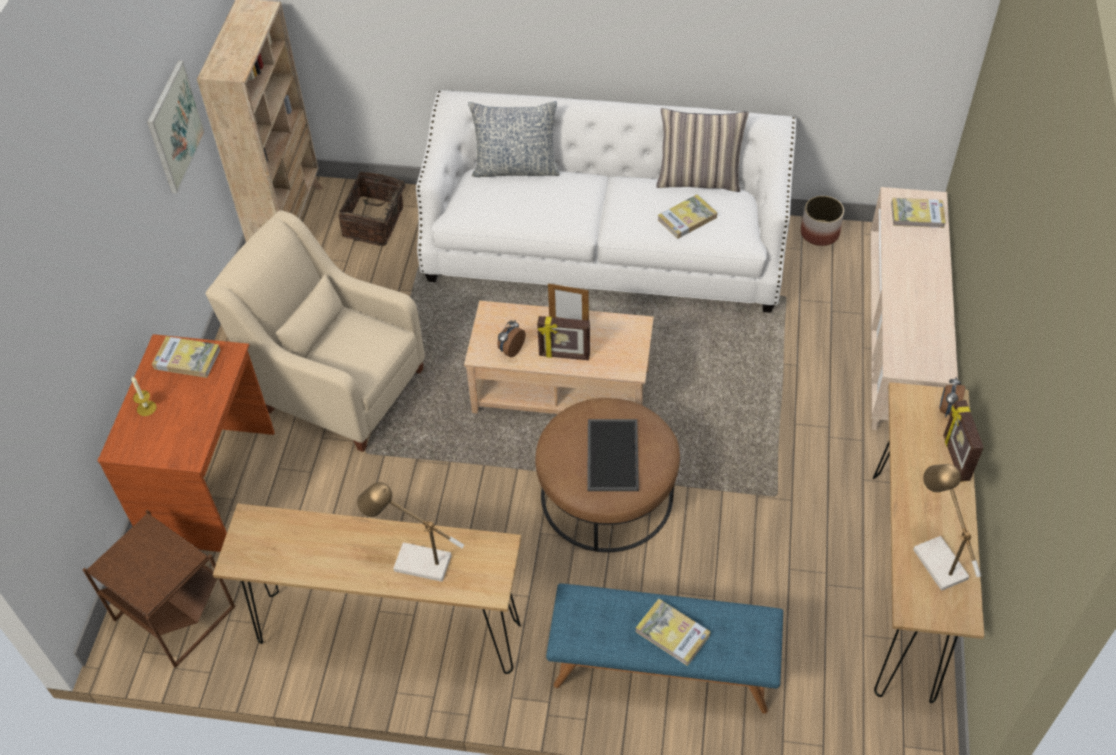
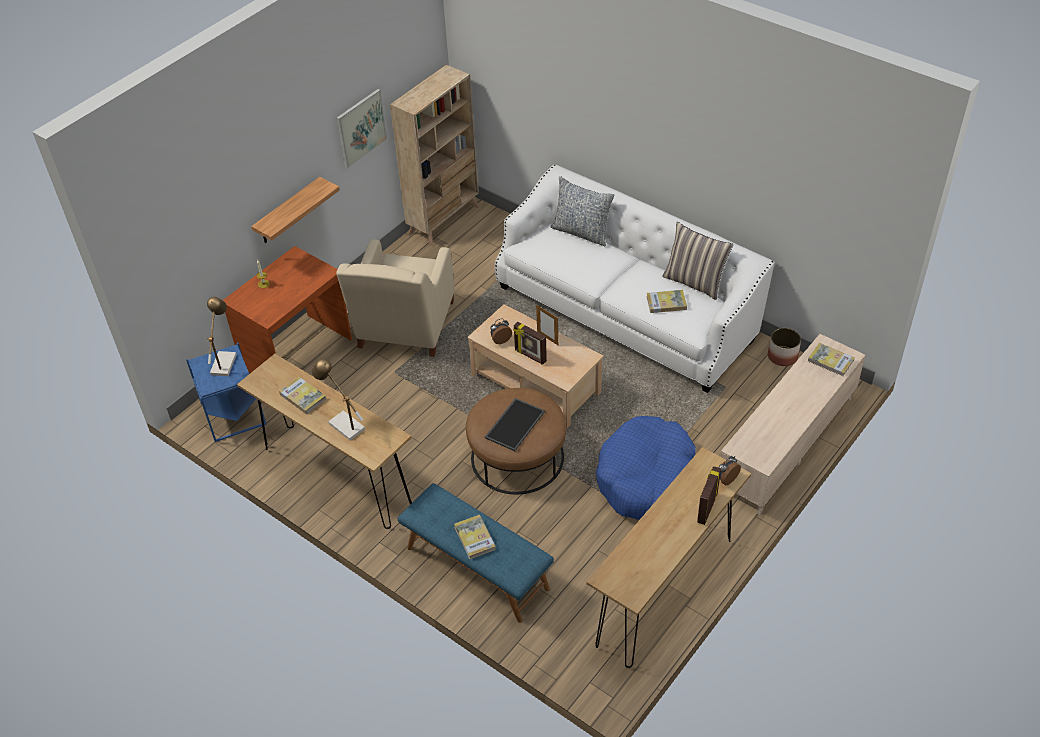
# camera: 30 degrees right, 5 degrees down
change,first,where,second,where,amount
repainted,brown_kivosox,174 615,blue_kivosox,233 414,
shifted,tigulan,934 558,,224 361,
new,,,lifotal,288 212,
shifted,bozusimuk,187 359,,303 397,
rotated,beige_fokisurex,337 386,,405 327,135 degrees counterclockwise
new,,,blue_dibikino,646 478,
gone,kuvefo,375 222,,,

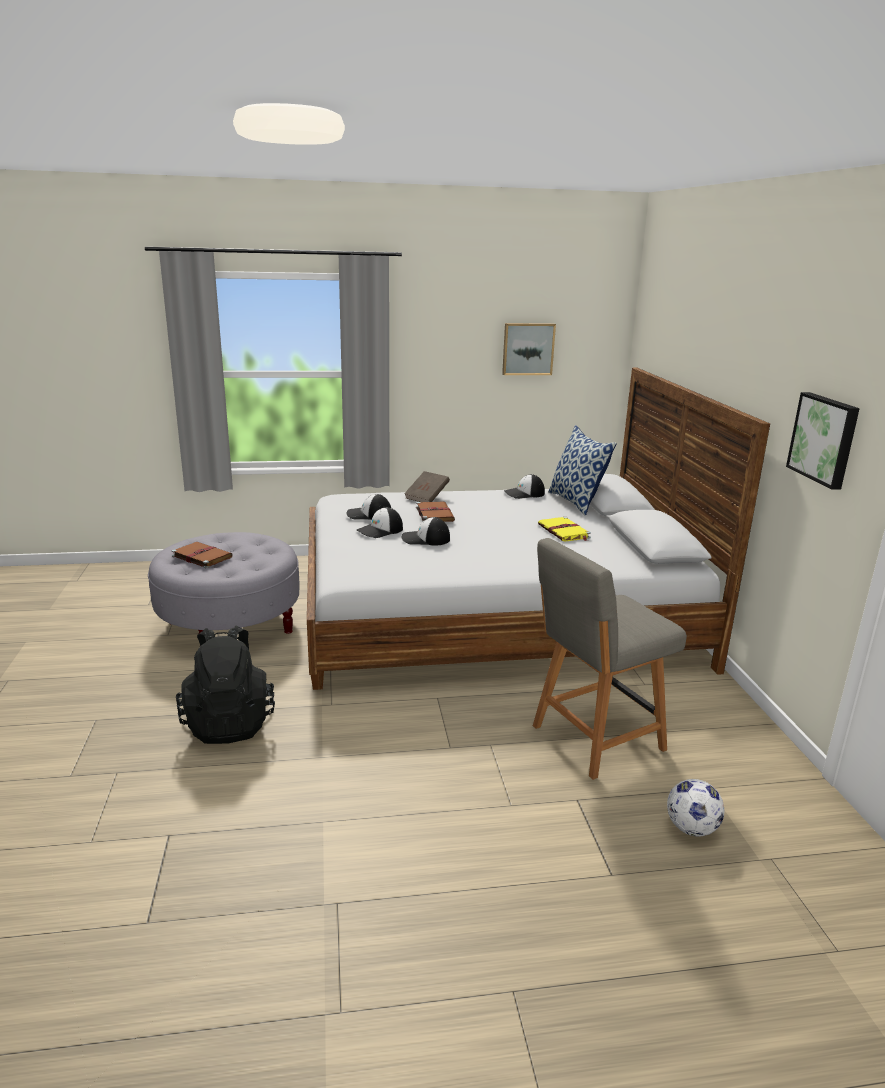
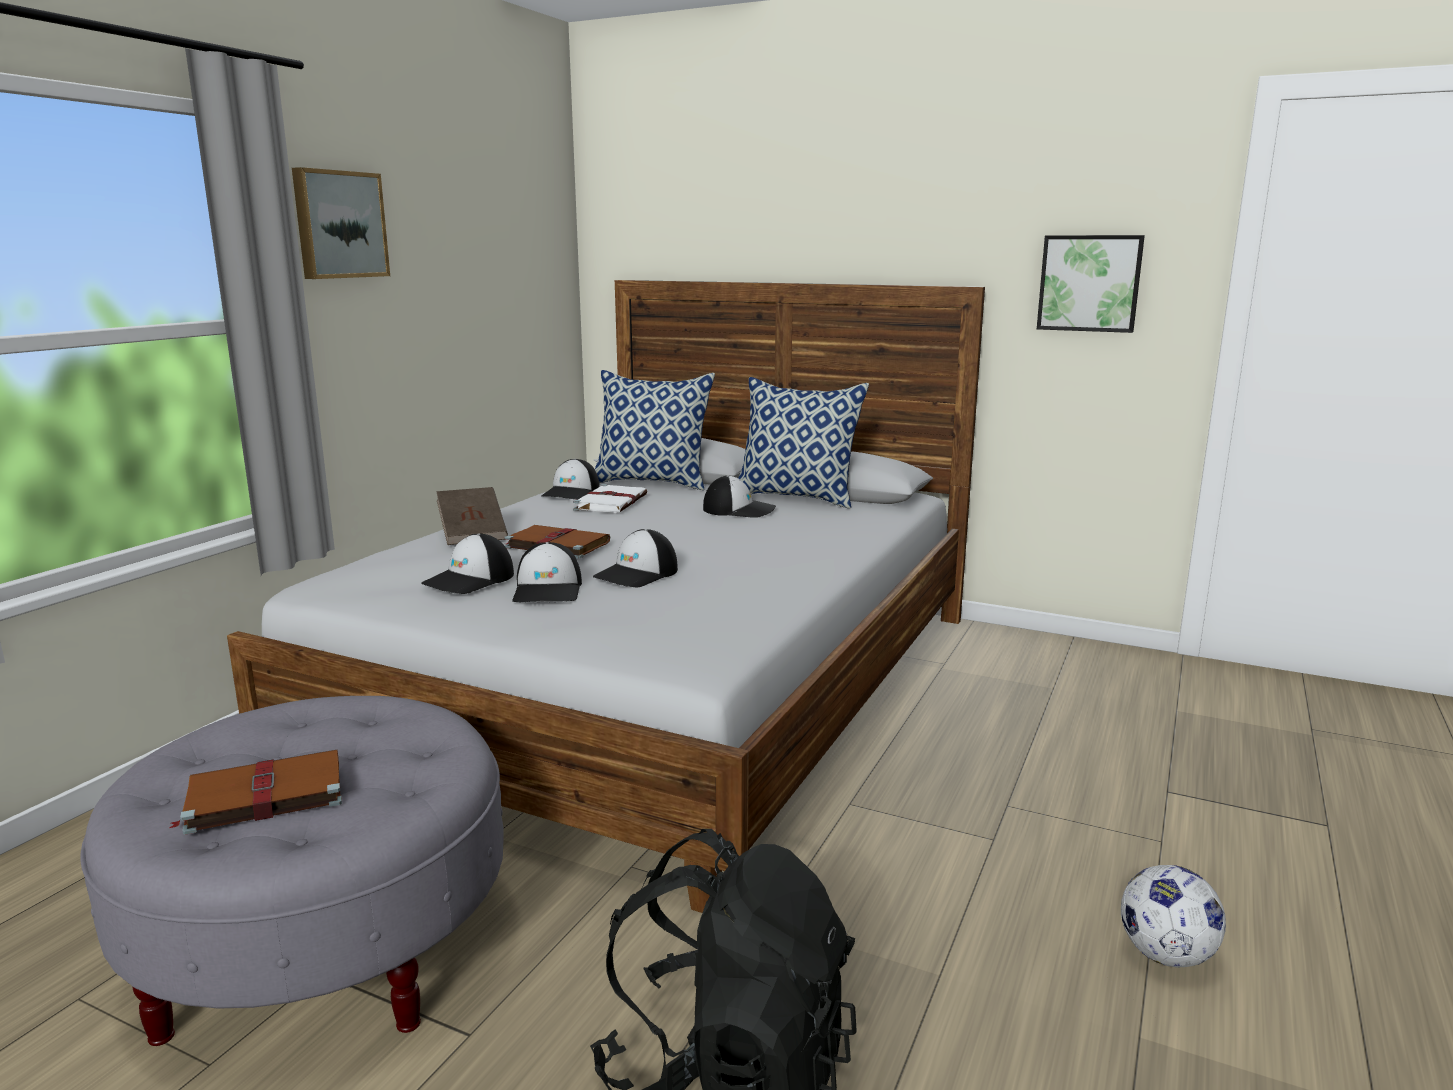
# camera: 55 degrees left, 5 degrees down
change,first,where,second,where,amount
shifted,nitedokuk,528 349,,339 225,
new,,,white_bozusimuk,611 502,
swapped,yellow_bozusimuk,564 532,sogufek,739 510,
new,,,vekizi,797 498,
shifted,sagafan,691 829,,1166 955,
gone,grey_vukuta,594 739,,,

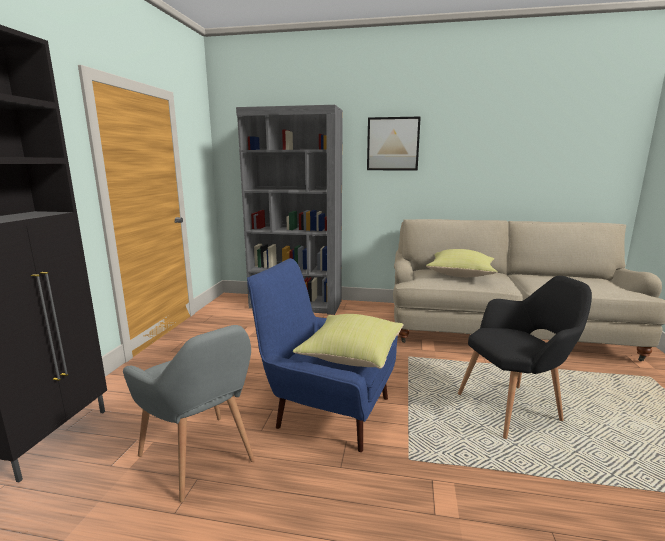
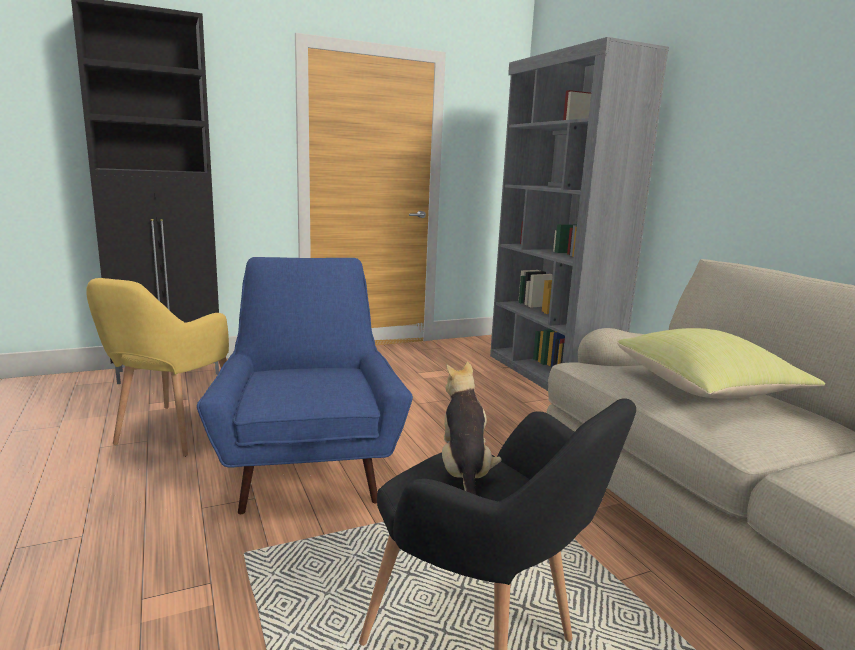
# camera: 55 degrees right, 0 degrees up
change,first,where,second,where,amount
repainted,grey_fokisurex,202 461,yellow_fokisurex,172 434,
new,,,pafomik,464 473,
gone,yellow_vekizi,351 355,,,
gone,nitedokuk,393 144,,,

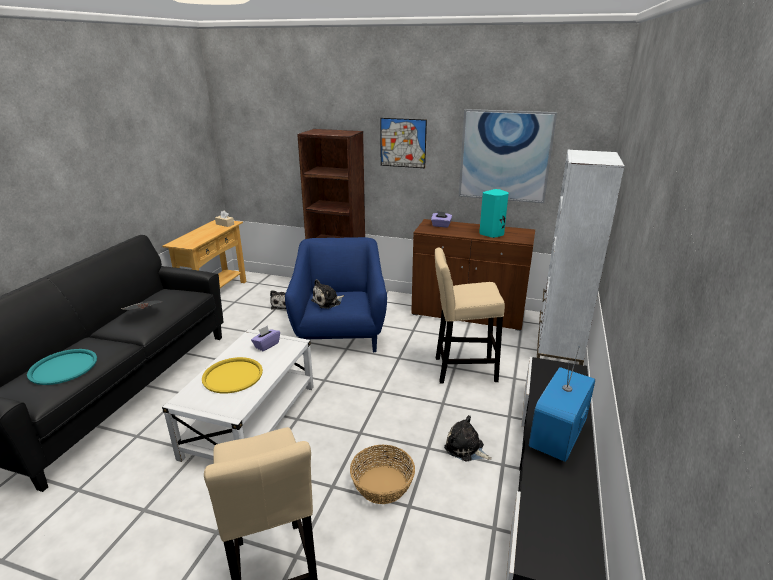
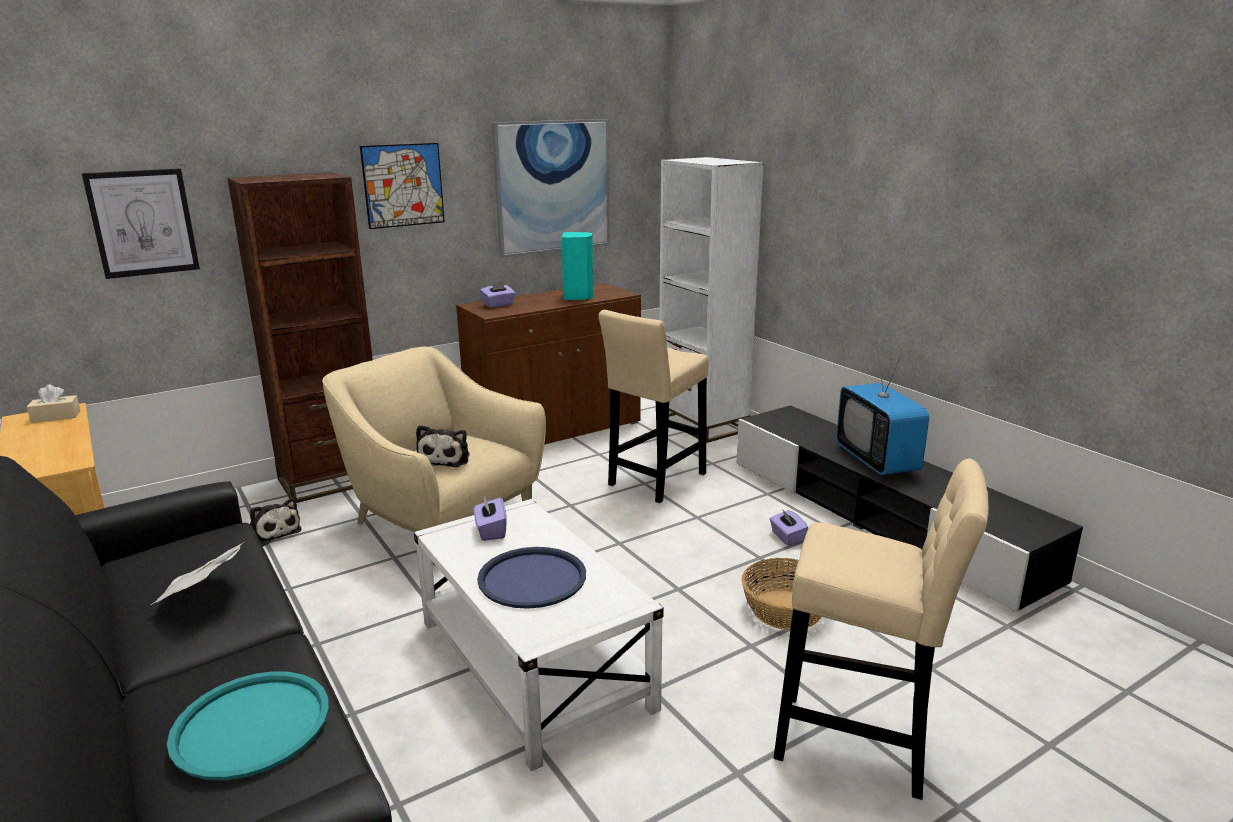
# camera: 50 degrees left, 5 degrees down
change,first,where,second,where,amount
new,,,nitedokuk,143 223,
repainted,blue_fokisurex,340 333,beige_fokisurex,441 519,
repainted,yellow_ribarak,232 376,blue_ribarak,532 579,
swapped,pafomik,466 448,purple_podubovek,787 537,

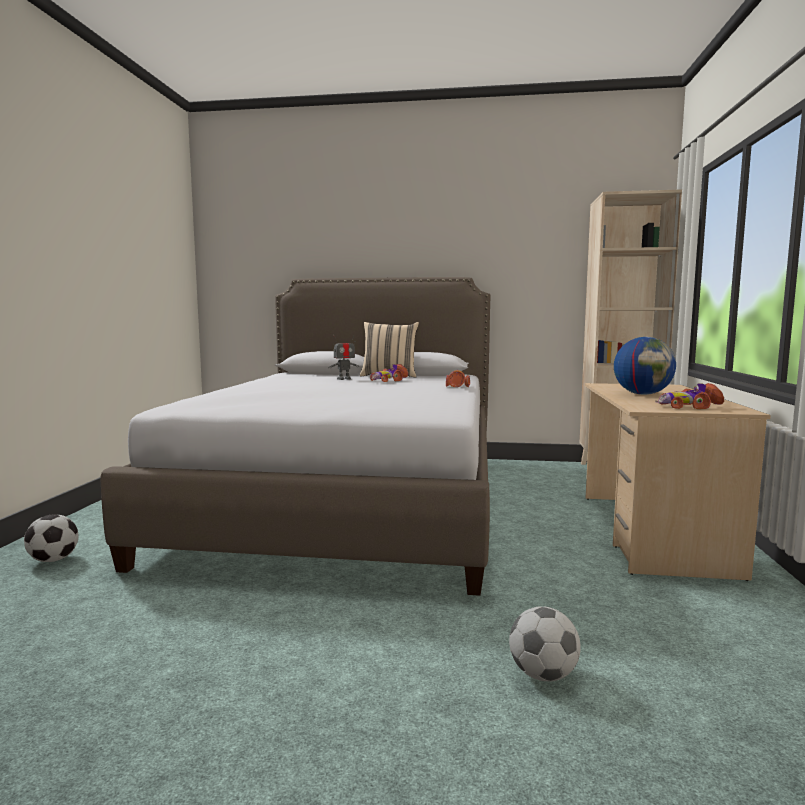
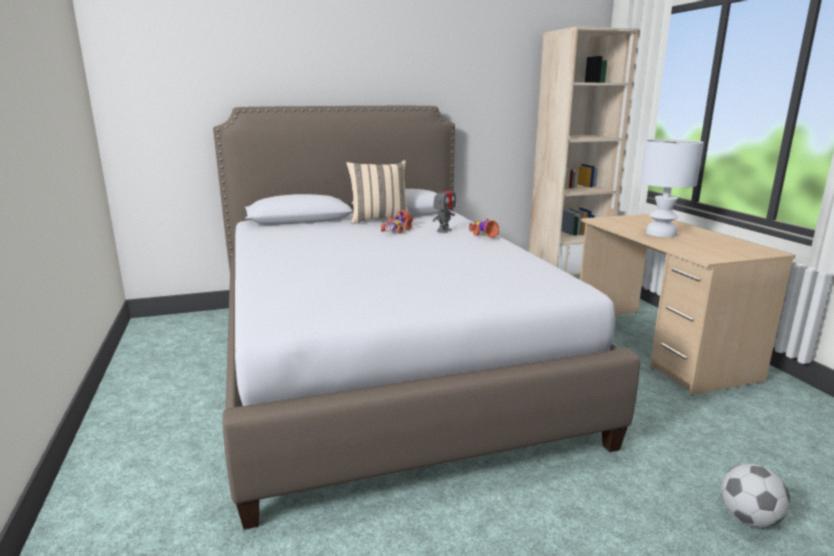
# camera: 25 degrees left, 10 degrees up
change,first,where,second,where,amount
shifted,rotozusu,344 379,,444 231,
swapped,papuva,642 394,white_tigulan,660 233,
gone,sagafan,53 560,,,
gone,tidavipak,688 406,,,

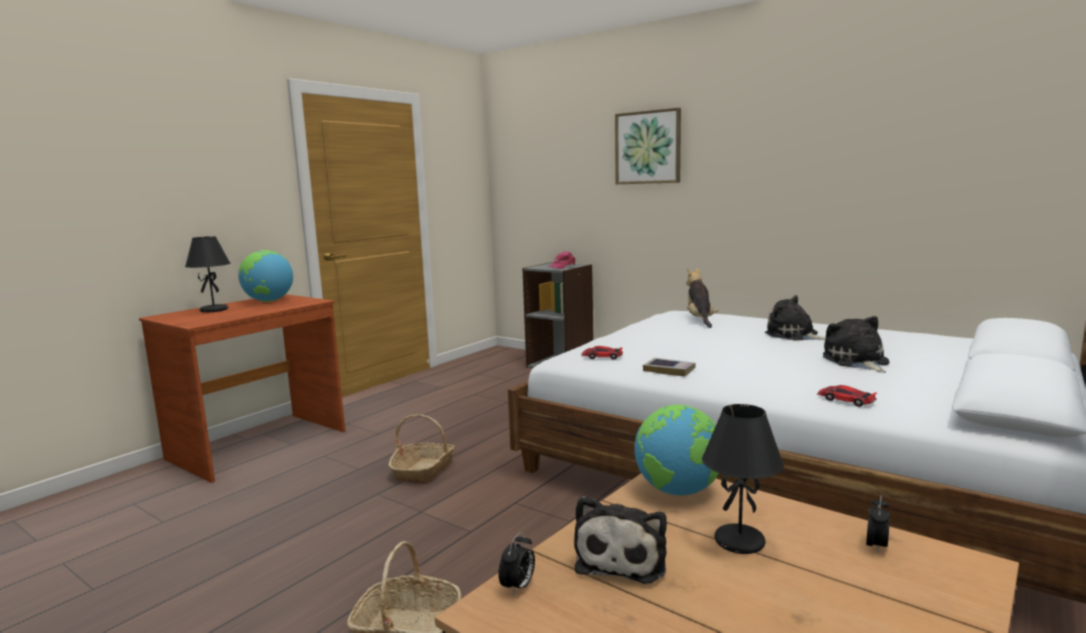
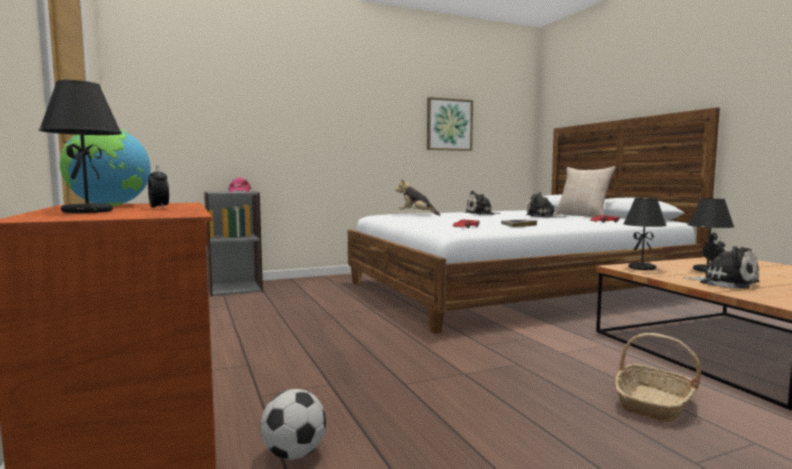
# camera: 60 degrees left, 5 degrees down
change,first,where,second,where,amount
shifted,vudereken,518 587,,159 208,
new,,,sagafan,294 454,
shifted,nitedokuk,648 147,,449 125,
new,,,beige_vekizi,582 216,
swapped,papuva,679 491,black_tigulan,642 268,
gone,kuvefo,424 470,,,

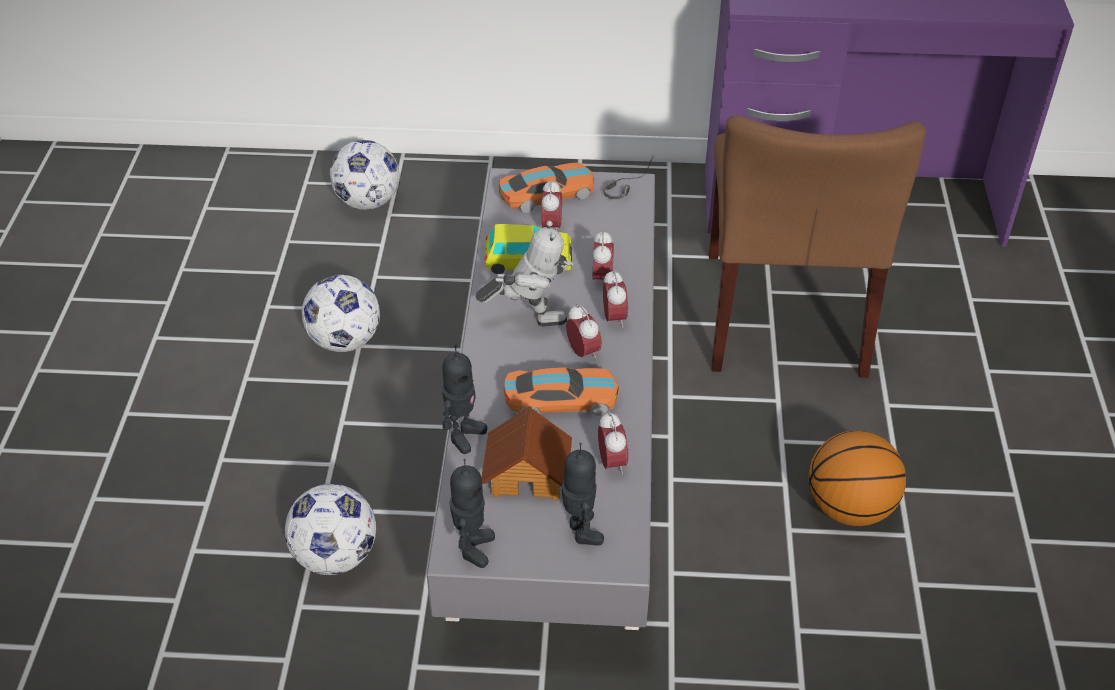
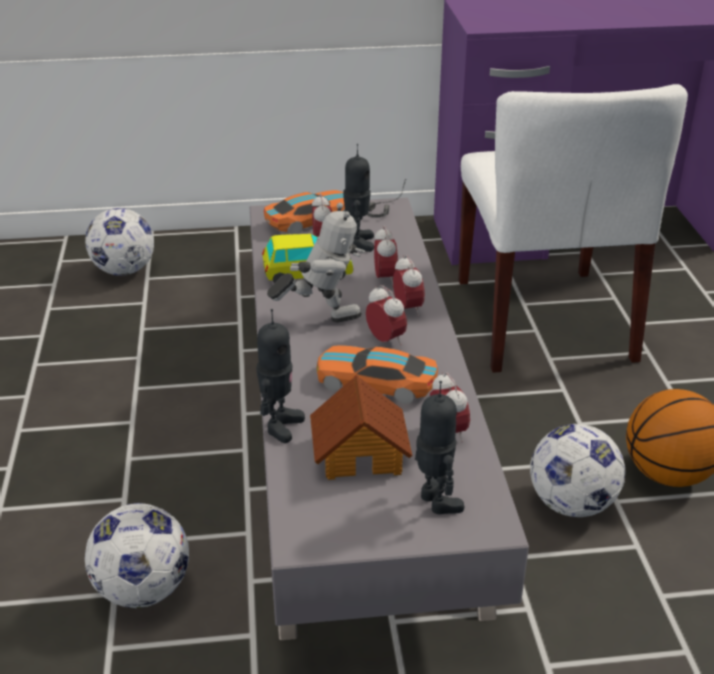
# camera: 10 degrees left, 10 degrees down
change,first,where,second,where,amount
rotated,tidavipak,561 399,,376 382,150 degrees counterclockwise
shifted,rotozusu,472 548,,358 243,
repainted,brown_vukuta,785 314,white_vukuta,544 320,
shifted,sagafan,345 340,,571 503,

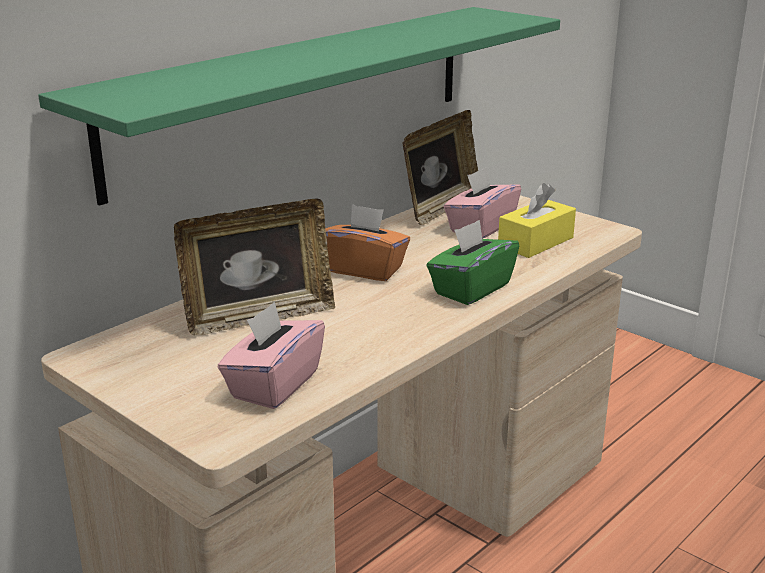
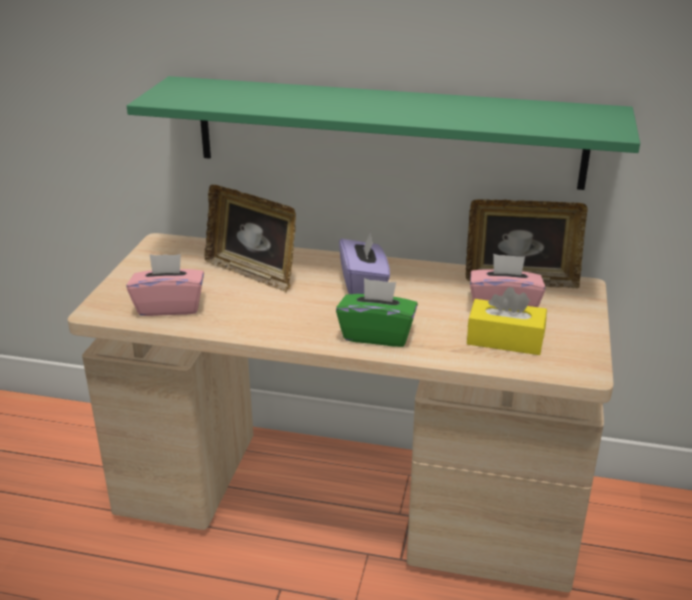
# camera: 60 degrees right, 5 degrees up
change,first,where,second,where,amount
repainted,orange_podubovek,364 269,purple_podubovek,363 284,

